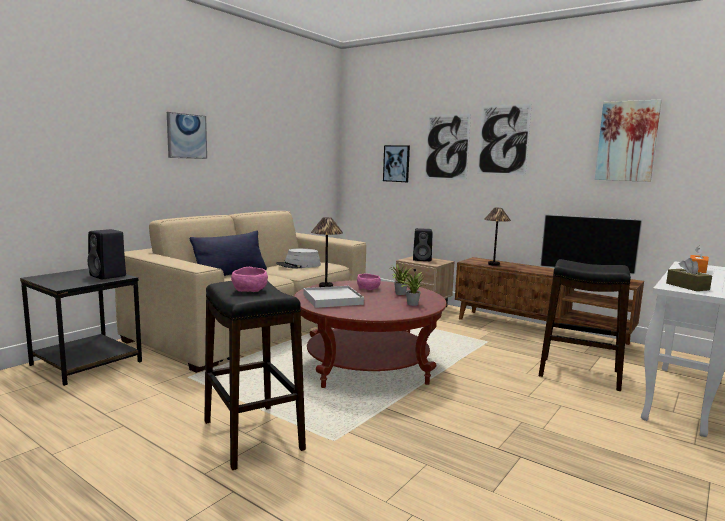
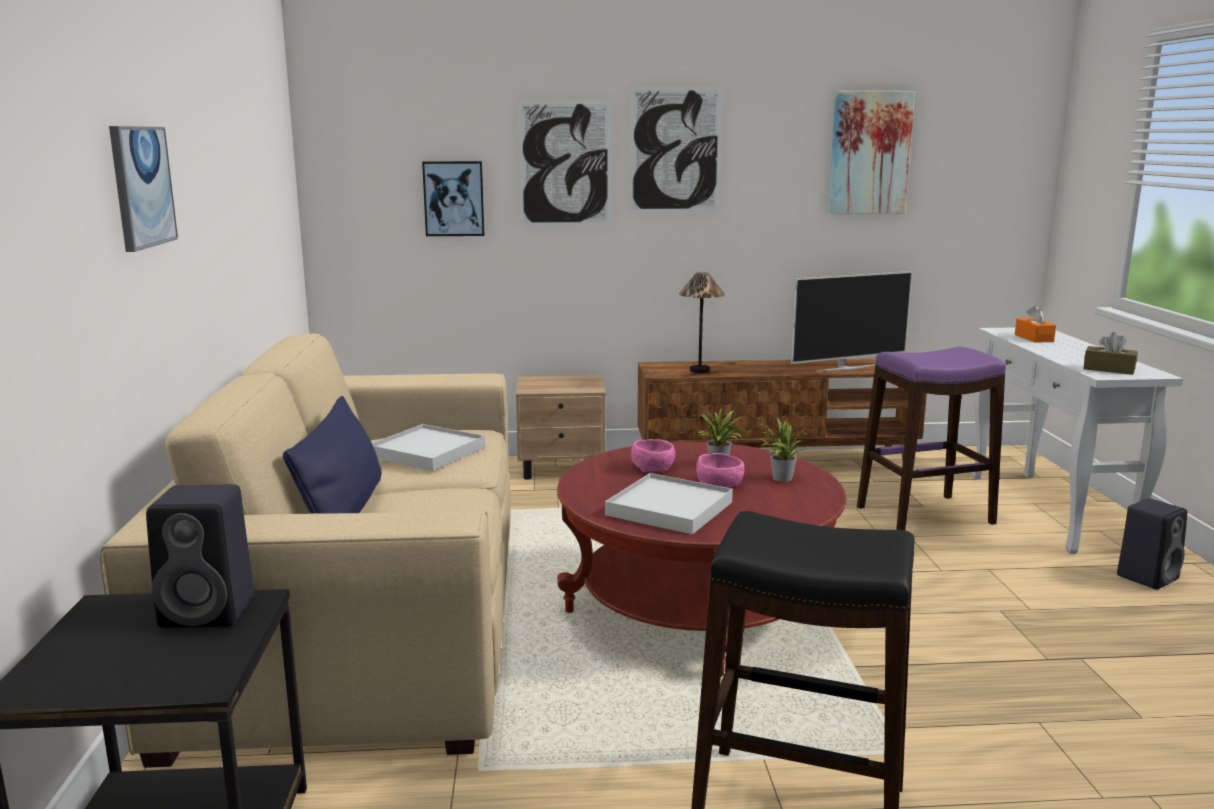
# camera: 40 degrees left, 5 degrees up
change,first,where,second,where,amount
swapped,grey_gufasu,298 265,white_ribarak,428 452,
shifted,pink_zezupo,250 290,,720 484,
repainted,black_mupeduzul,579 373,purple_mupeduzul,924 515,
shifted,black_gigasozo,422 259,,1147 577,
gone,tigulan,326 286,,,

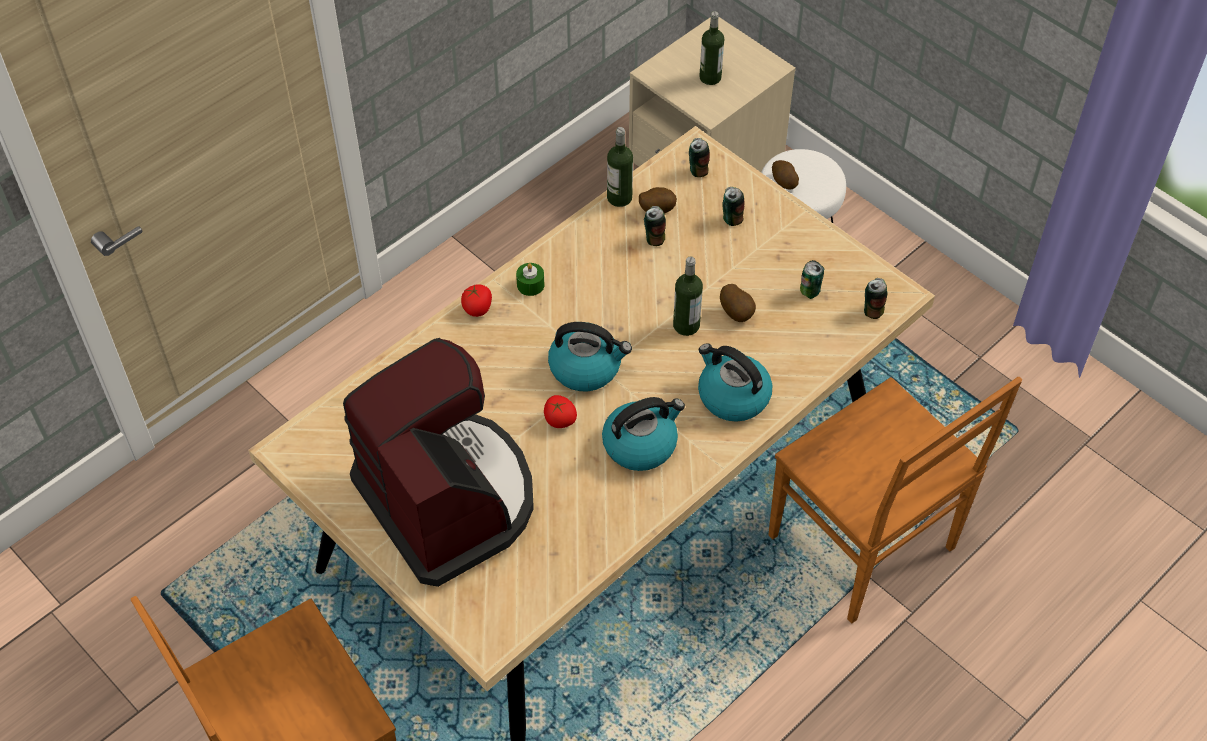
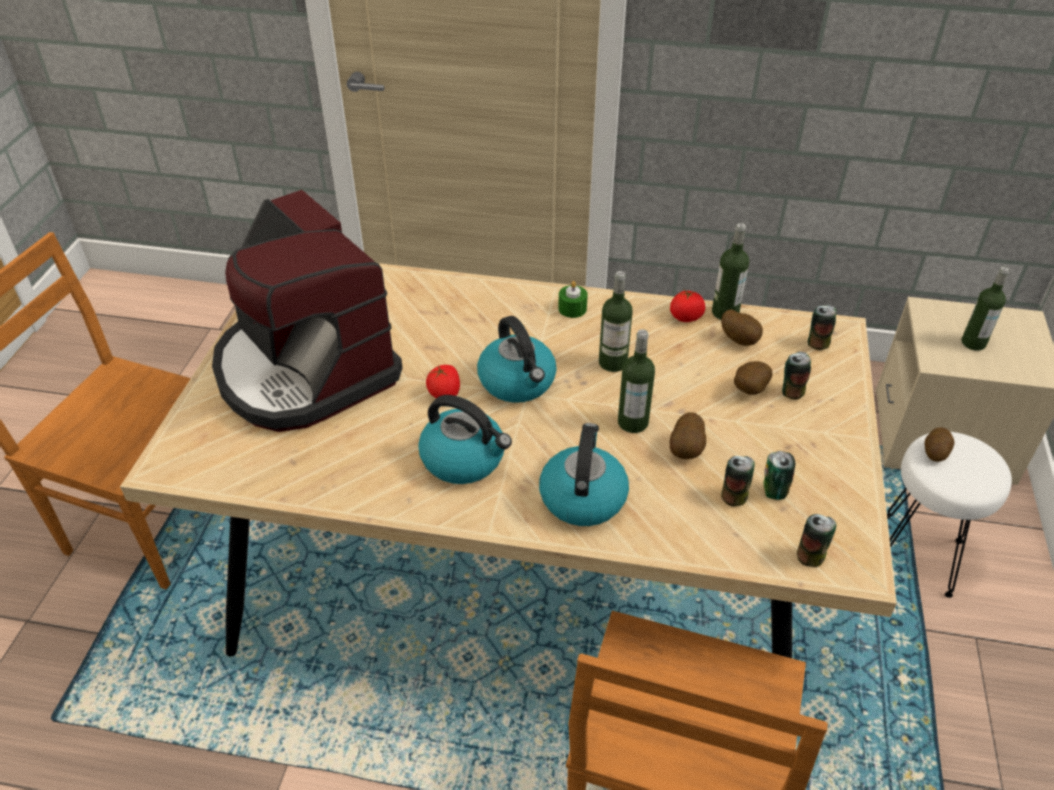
# camera: 55 degrees right, 10 degrees down
change,first,where,second,where,amount
rotated,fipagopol,448 499,,304 370,120 degrees clockwise
new,,,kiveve,613 362,
shifted,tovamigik,477 308,,686 317,
shifted,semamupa,654 238,,734 496,
new,,,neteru,748 390,

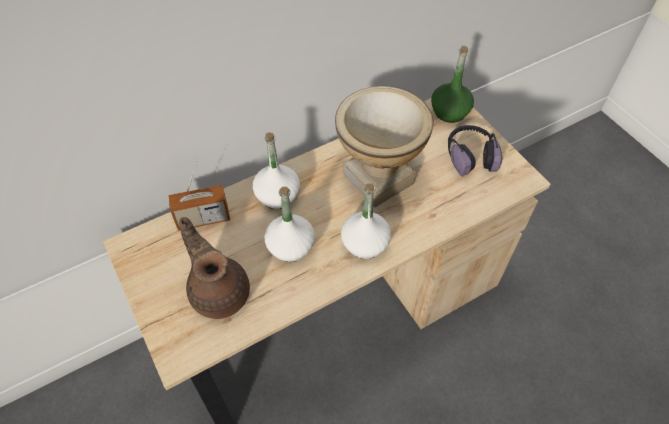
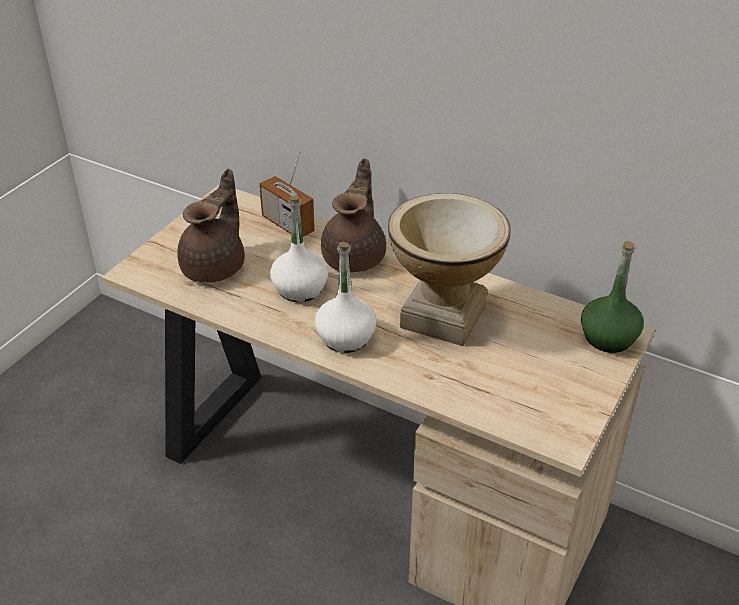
# camera: 60 degrees right, 15 degrees down
change,first,where,second,where,amount
swapped,white_kiveve,277 195,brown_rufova,355 256,
gone,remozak,470 156,,,

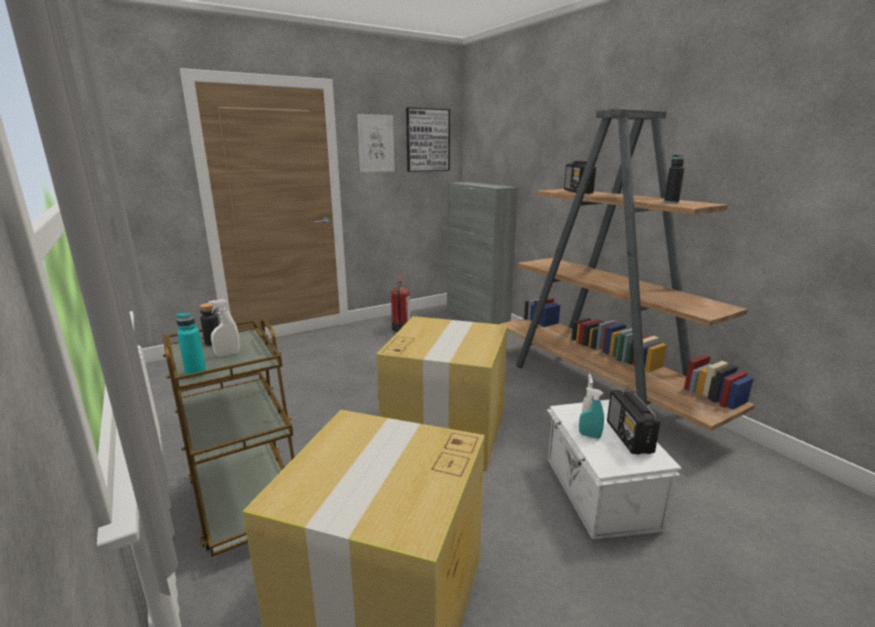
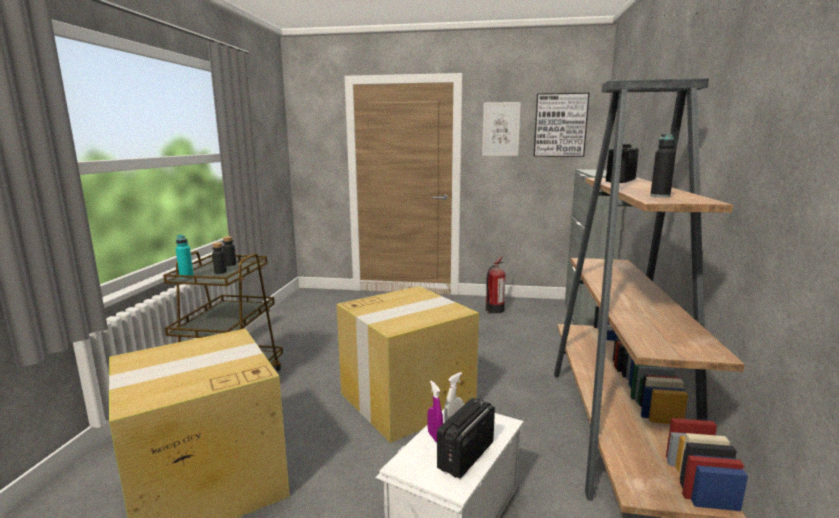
# camera: 40 degrees right, 5 degrees down
change,first,where,second,where,amount
swapped,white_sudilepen,227 354,black_kiveve,220 272,
repainted,turquoise_sudilepen,589 435,purple_sudilepen,435 437,

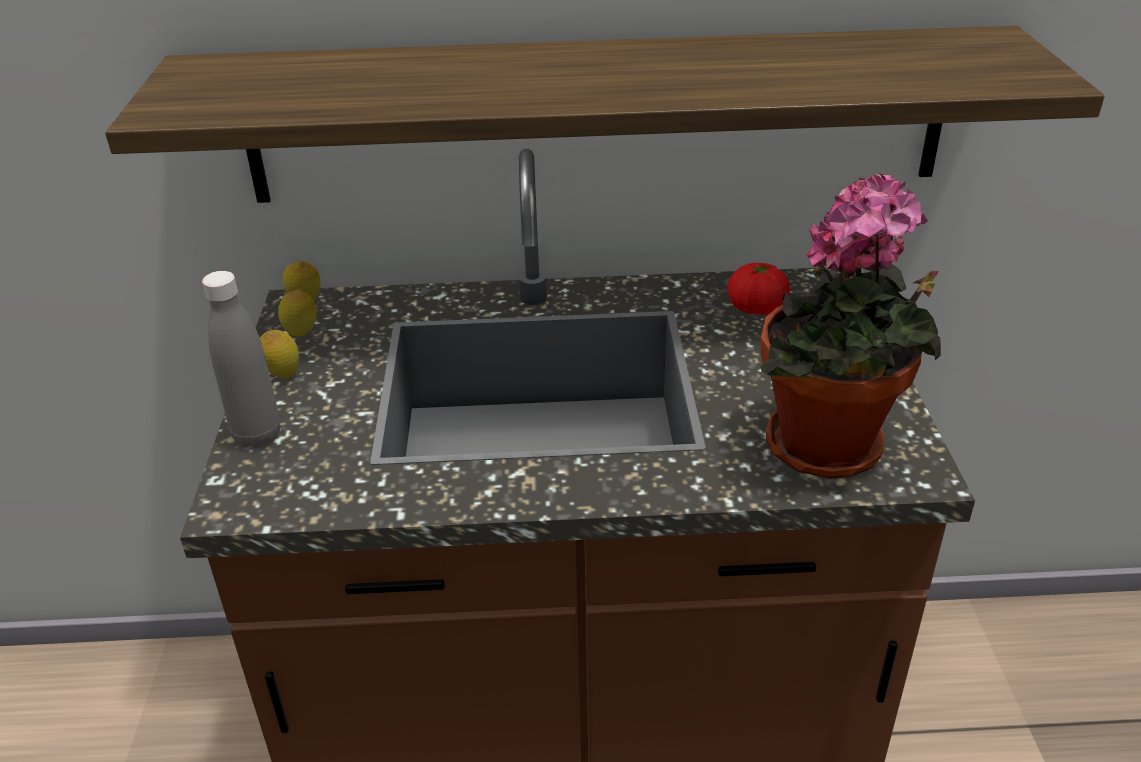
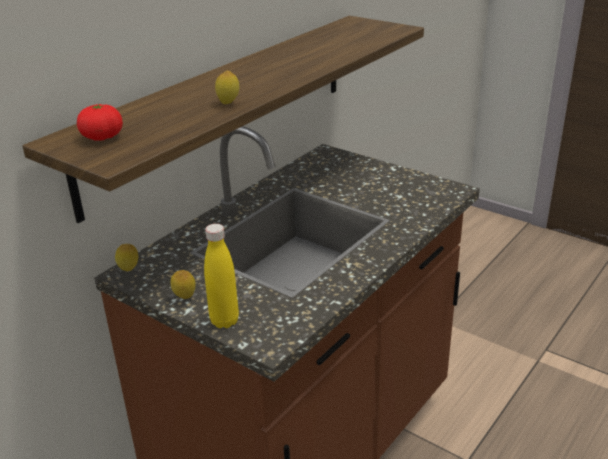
# camera: 50 degrees left, 5 degrees down
change,first,where,second,where,amount
shifted,tovamigik,756 308,,102 137,
repainted,grey_kiveve,257 435,yellow_kiveve,224 321,
shifted,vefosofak,302 335,,228 103,
gone,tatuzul,830 452,,,

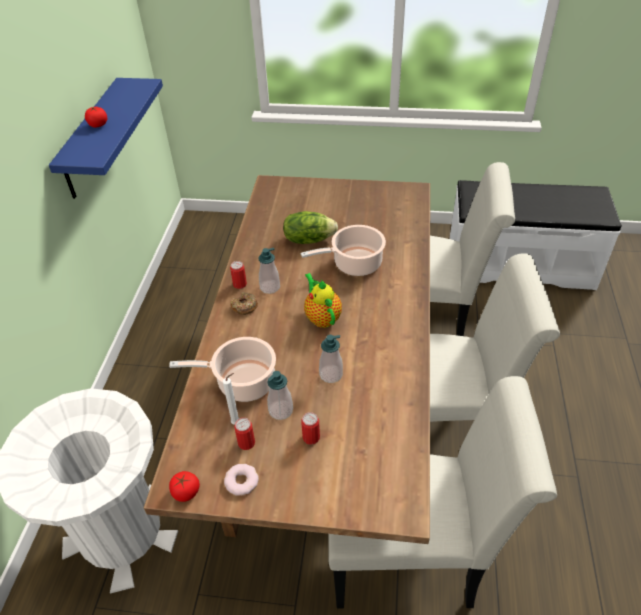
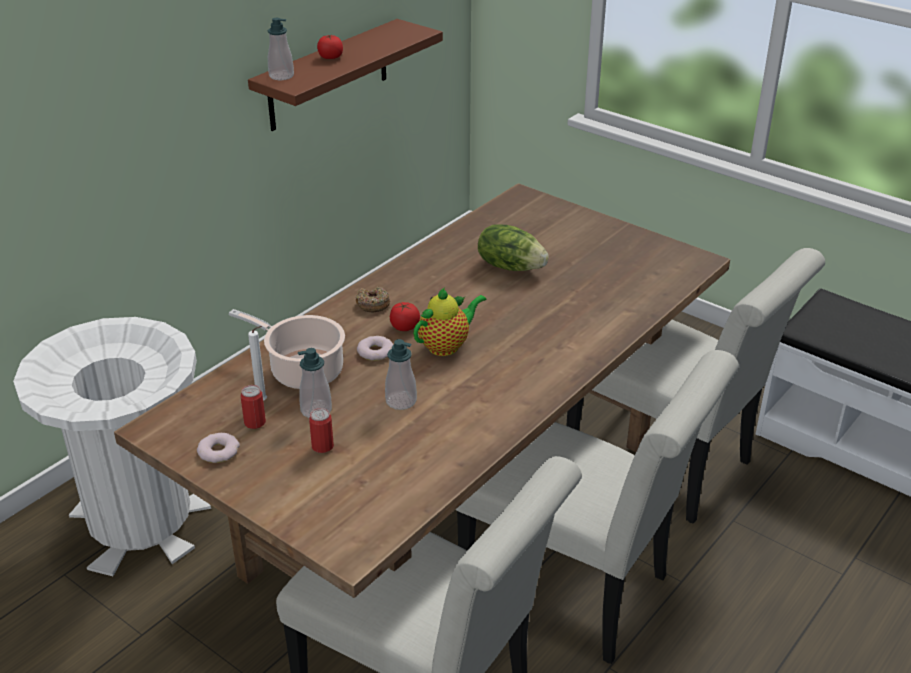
# camera: 30 degrees right, 10 degrees down
change,first,where,second,where,amount
repainted,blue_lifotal,92 139,brown_lifotal,328 75,
shifted,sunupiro,270 287,,281 76,
new,,,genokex,375 352,
shifted,tovamigik,186 492,,404 327,
rotated,rufova,322 317,,446 346,45 degrees clockwise
gone,semamupa,240 284,,,
gone,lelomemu,354 264,,,

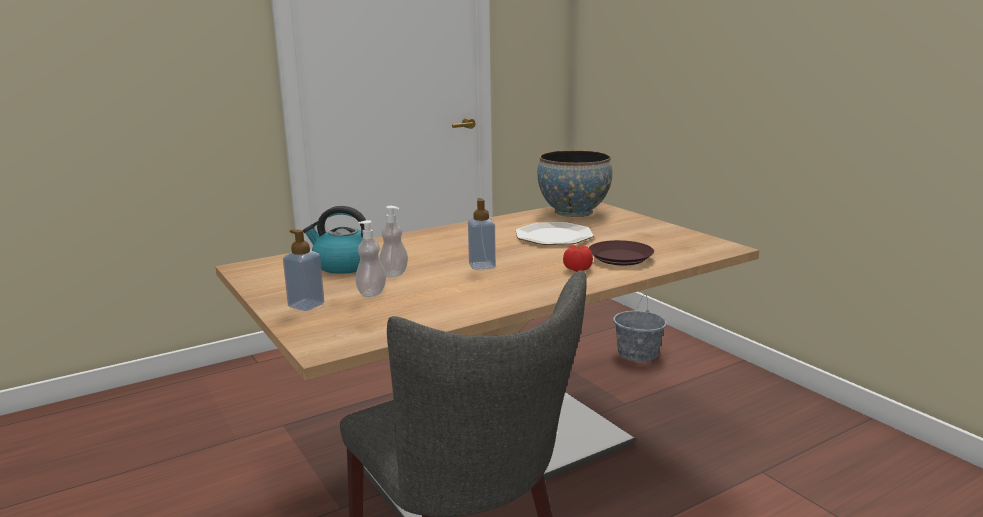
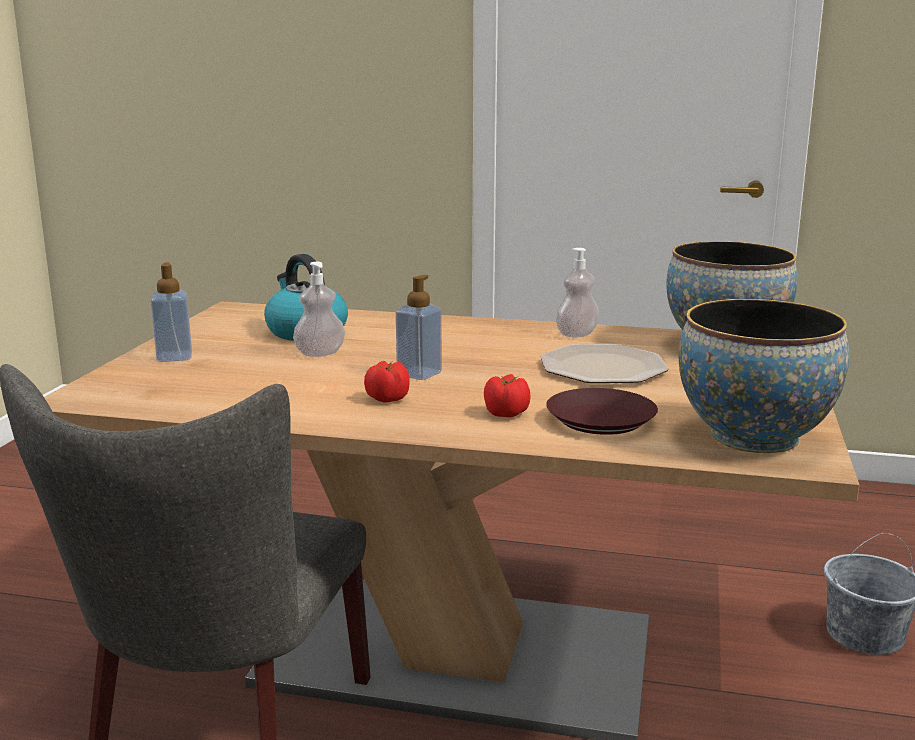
# camera: 45 degrees right, 0 degrees up
change,first,where,second,where,amount
new,,,tovamigik,387 398,
shifted,sunupiro,372 293,,576 334,
new,,,zezupo,754 437,

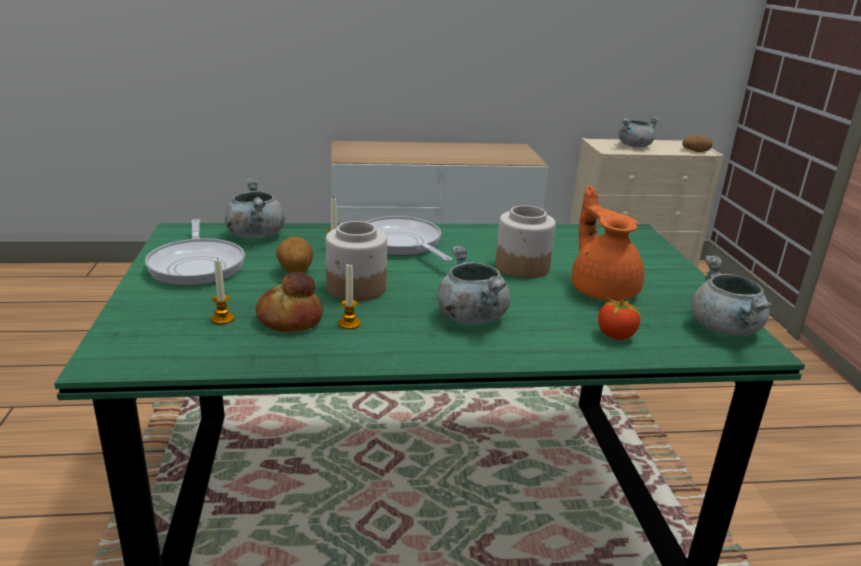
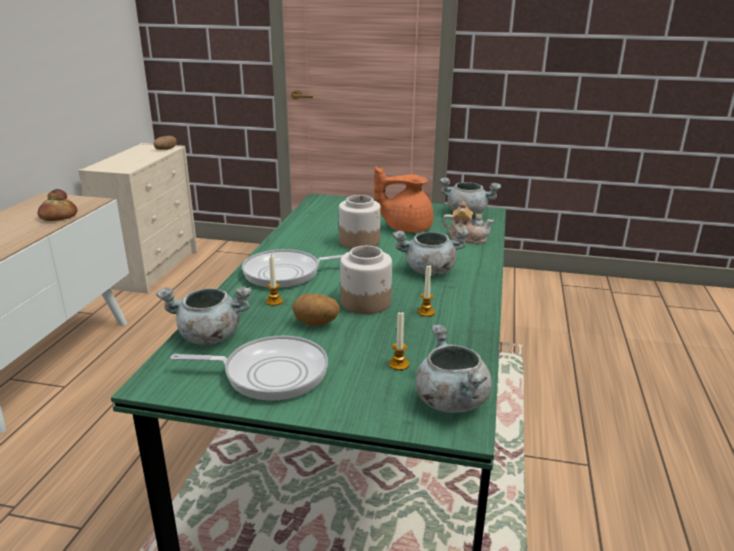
# camera: 70 degrees left, 0 degrees up
change,first,where,second,where,amount
shifted,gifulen,289 319,,58 217,
shifted,grey_lelomemu,634 146,,450 400,
swapped,tovamigik,615 335,rufova,466 238,

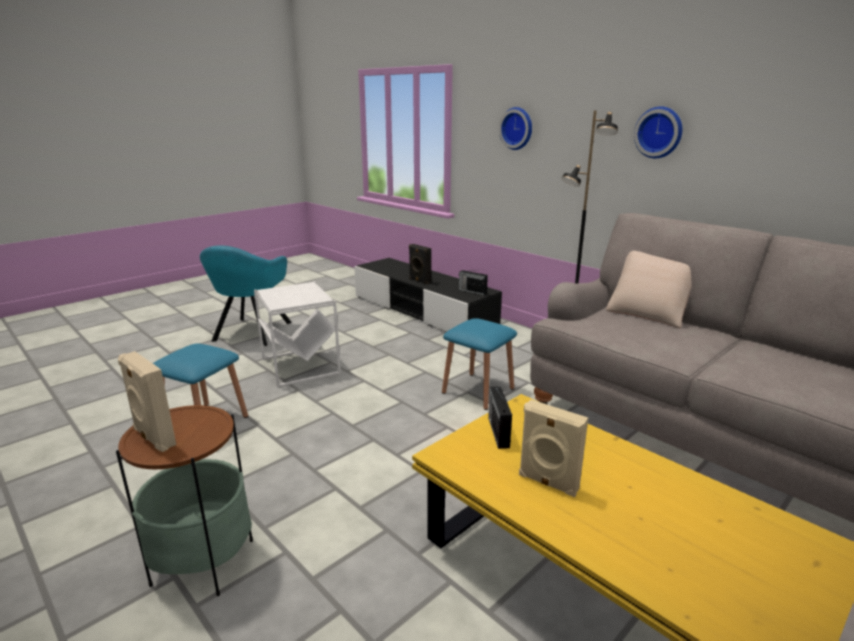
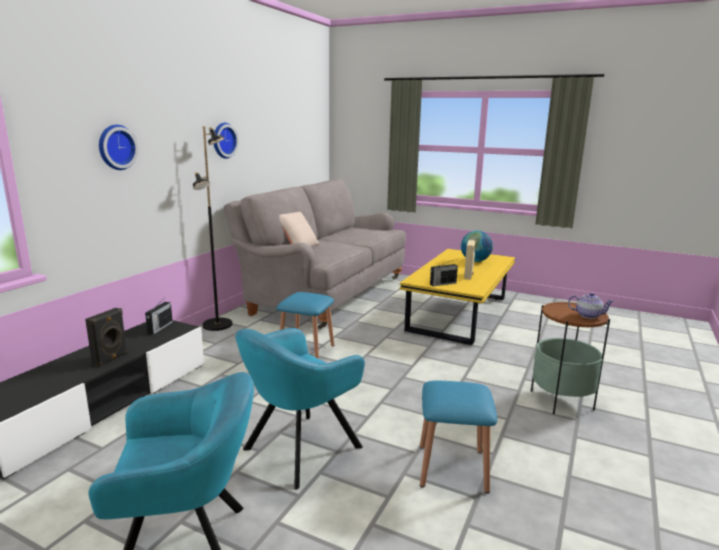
# camera: 110 degrees left, 5 degrees down
change,first,where,second,where,amount
swapped,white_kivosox,301 366,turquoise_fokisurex,298 450,
new,,,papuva,475 261,
swapped,beige_gigasozo,153 438,rufova,588 315,

